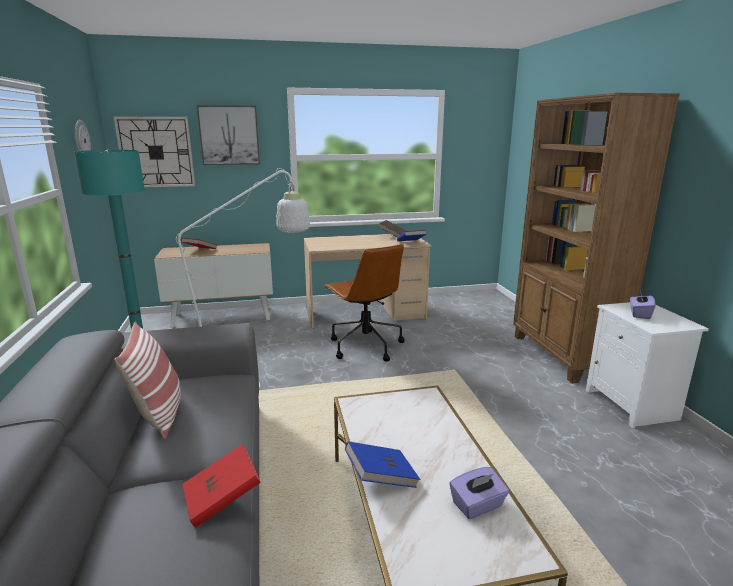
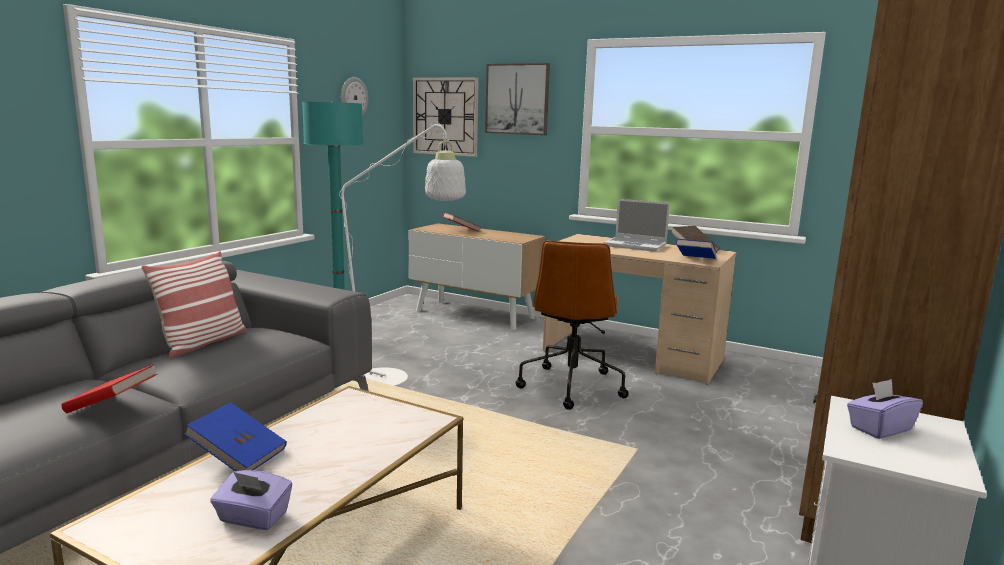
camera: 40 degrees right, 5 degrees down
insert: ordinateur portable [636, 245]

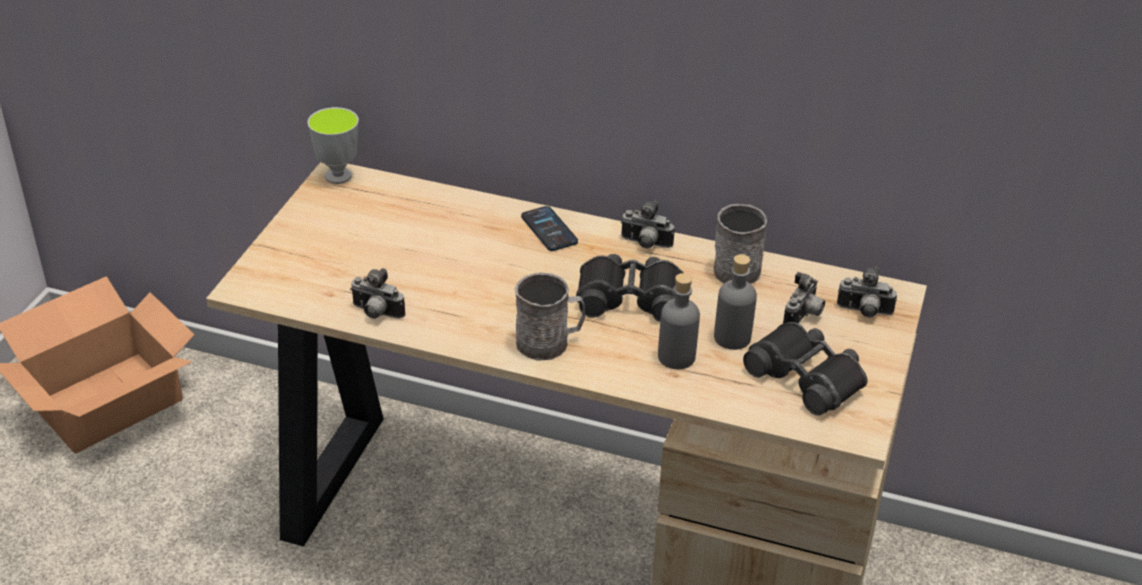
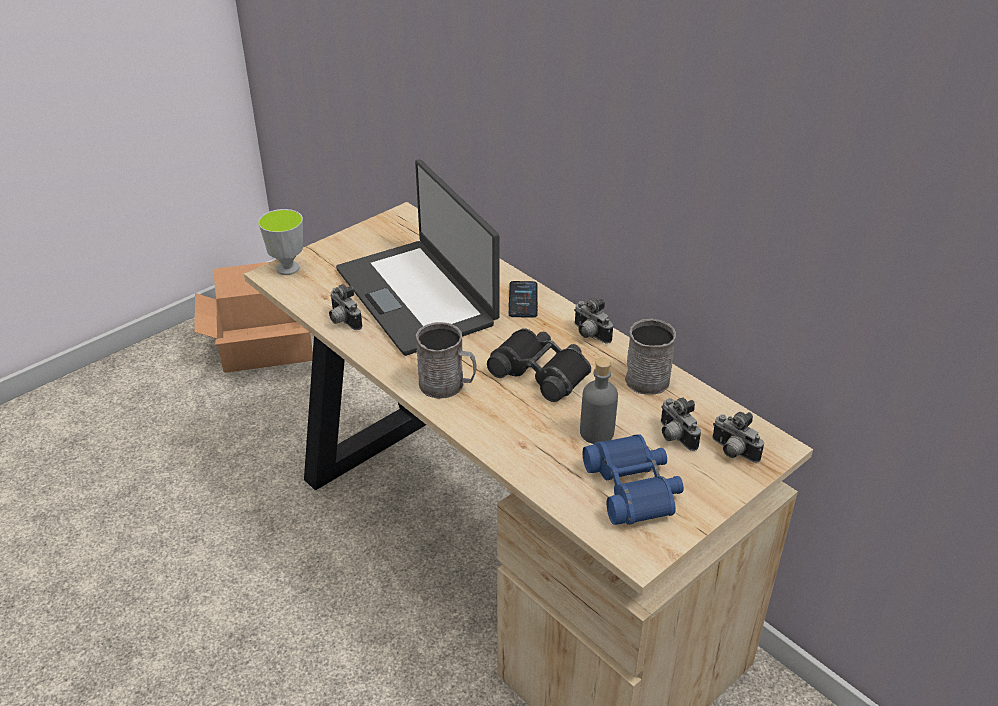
camera: 30 degrees right, 0 degrees up
delete: bouteille (gris) [676, 357]
insert: ordinateur portable [418, 296]
move: tasse [338, 176] to [287, 268]
recolor: jumelles (noir) [806, 377] to jumelles (bleu) [633, 488]
rotate: appareil photo [804, 316] = [674, 437] 90 degrees clockwise

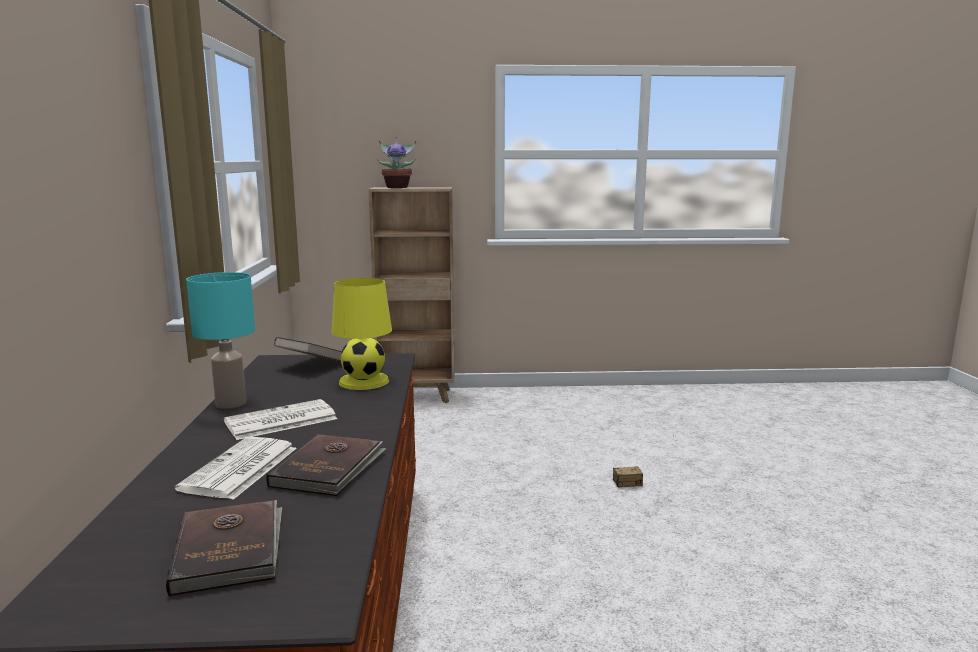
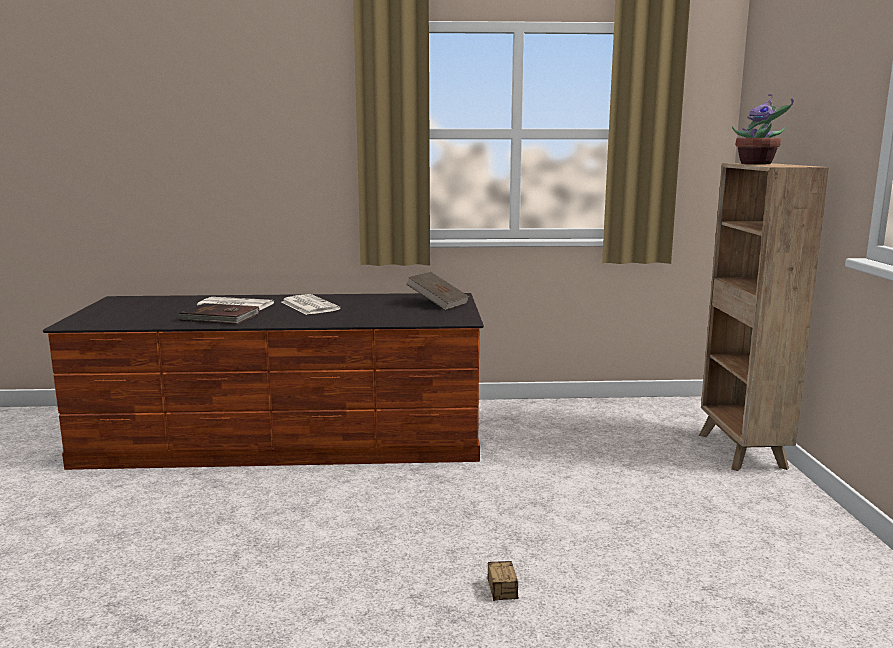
camera: 90 degrees right, 0 degrees up
delete: livre (marron) [230, 549]; lampe de table (turquoise) [231, 403]; lampe de table (jaune) [364, 381]

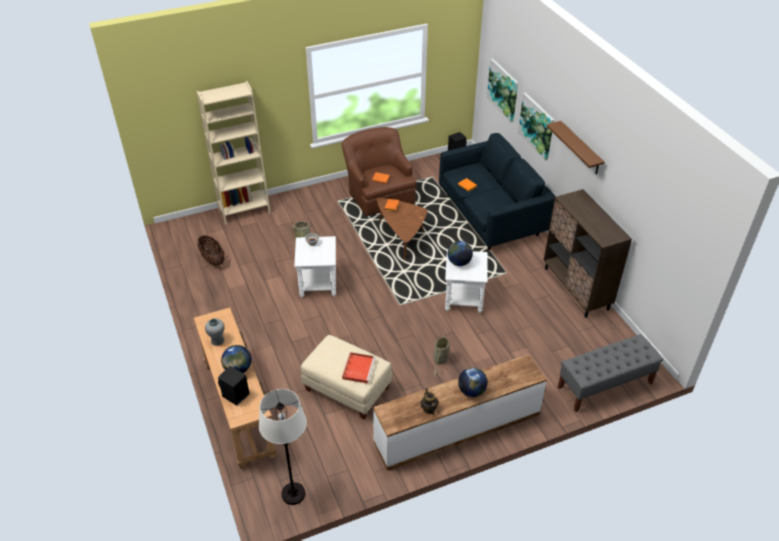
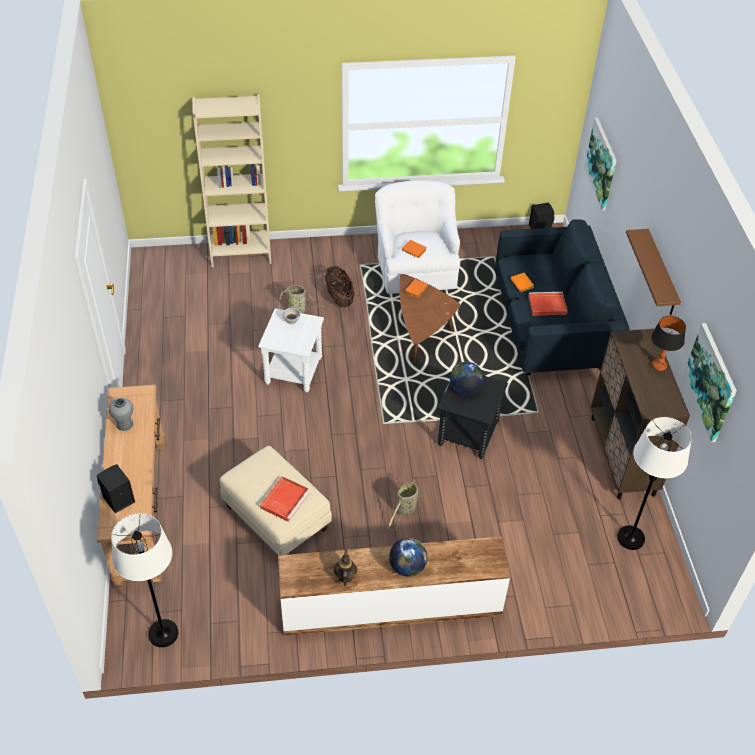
camera: 15 degrees right, 5 degrees up
delete: globe [238, 369]; banc (gris) [604, 385]
insert: plateau (rouge) [546, 305]; lampadaire (blanc) [630, 538]; lampe de table [658, 366]
move: panier [212, 259] to [339, 298]; tableau [537, 126] to [711, 382]
recolor: fauteuil (marron) [379, 194] to fauteuil (blanc) [416, 267]; table d'appoint (blanc) [463, 298] to table d'appoint (noir) [467, 433]

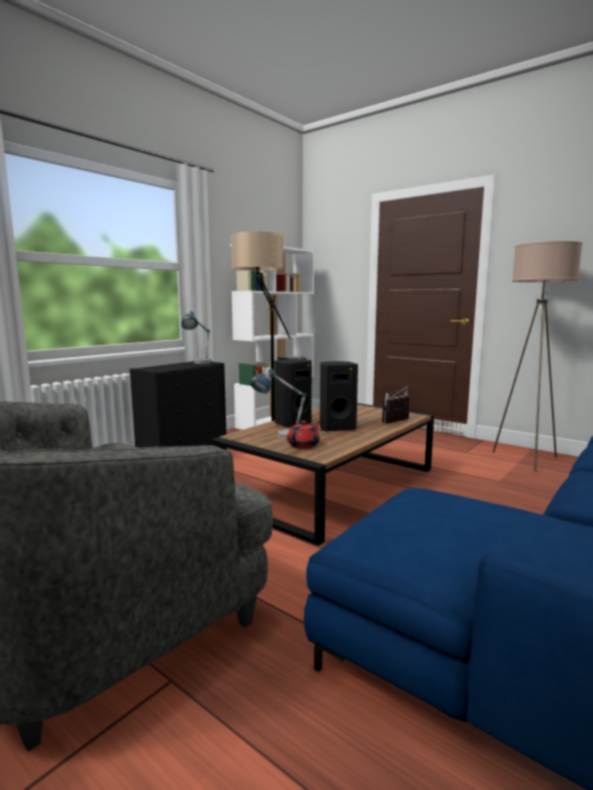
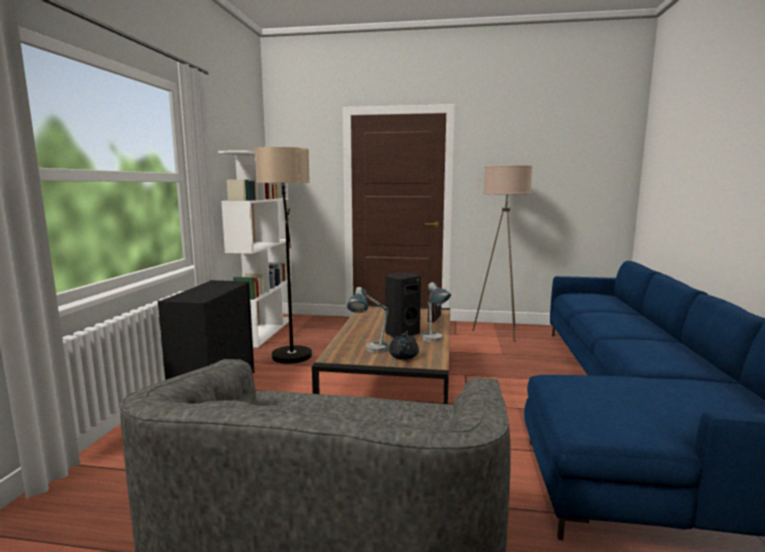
camera: 30 degrees left, 0 degrees up
delete: enceinte (noir) [292, 423]
move: lampe de table [198, 363] to [435, 341]
recolor: théière (rouge) [304, 445] to théière (noir) [404, 355]

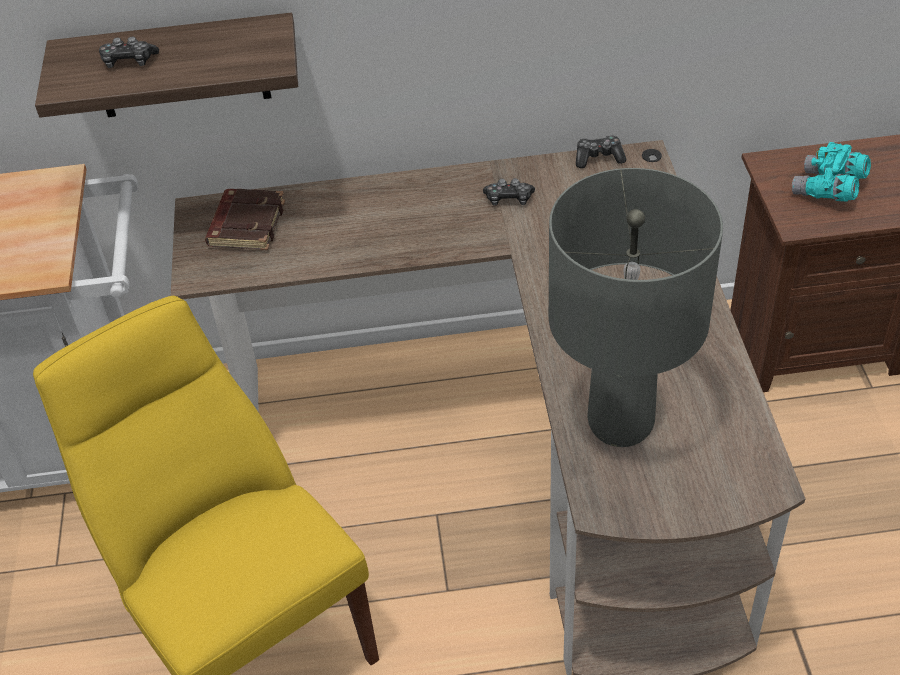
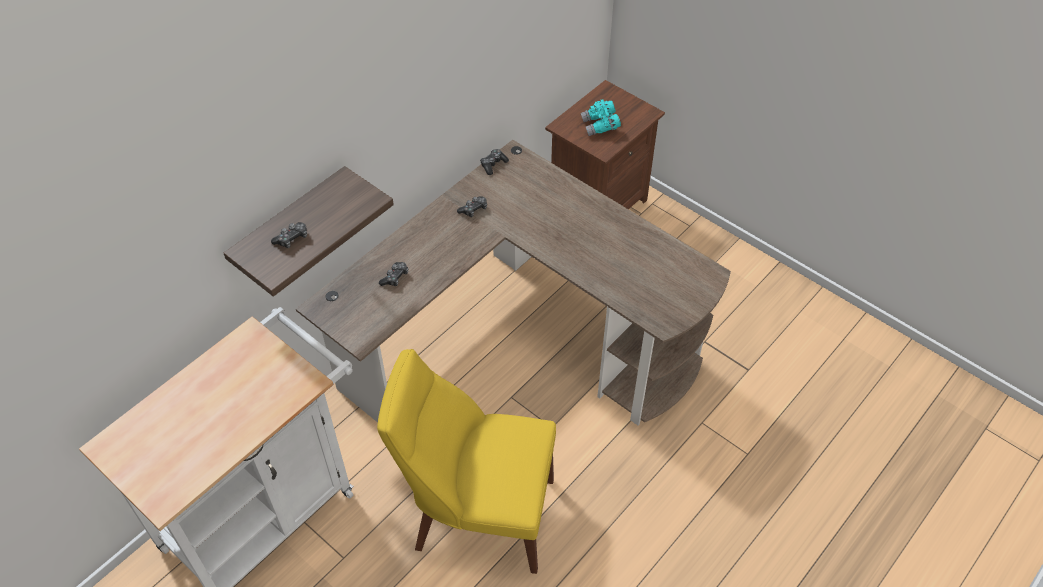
camera: 45 degrees left, 5 degrees up
delete: livre (marron) [246, 224]; lampe de table (gris) [621, 424]
insert: manette [395, 277]

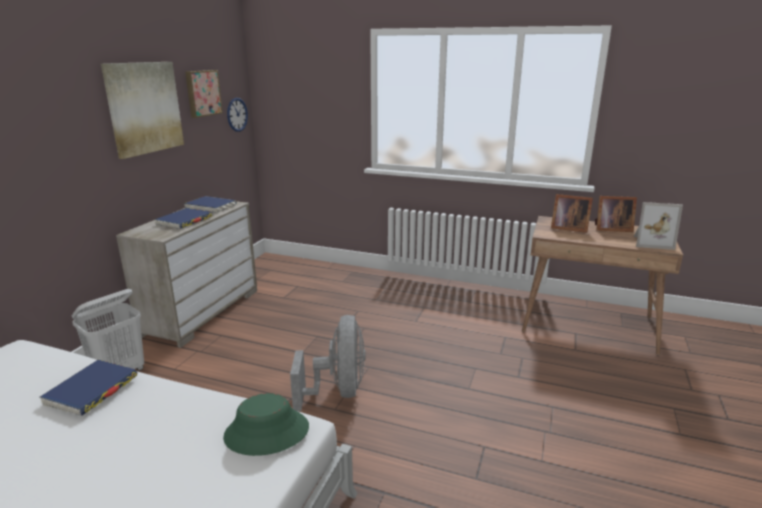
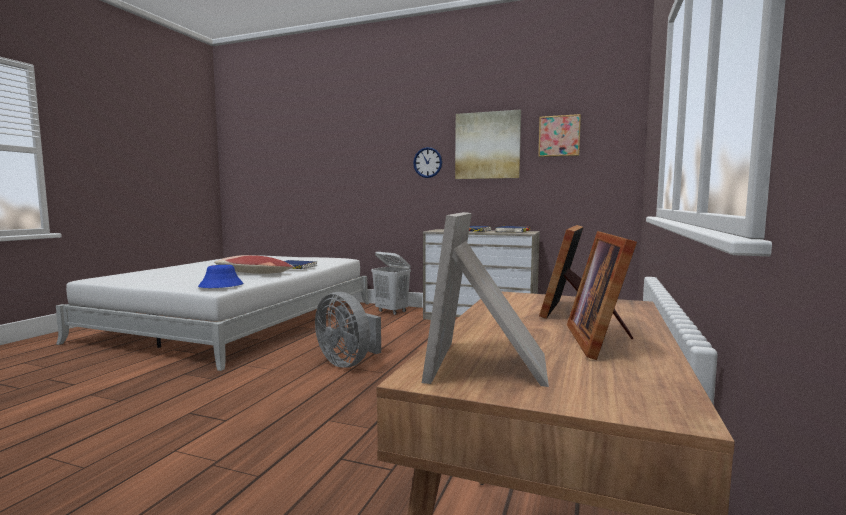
camera: 90 degrees right, 15 degrees down
insert: coussin [254, 273]
move: horloge murale [237, 114] to [427, 162]
recolor: chapeau (vert) [266, 432] to chapeau (bleu) [221, 286]
rotate: ventilateur (gris) [338, 391] = [348, 363] 45 degrees clockwise

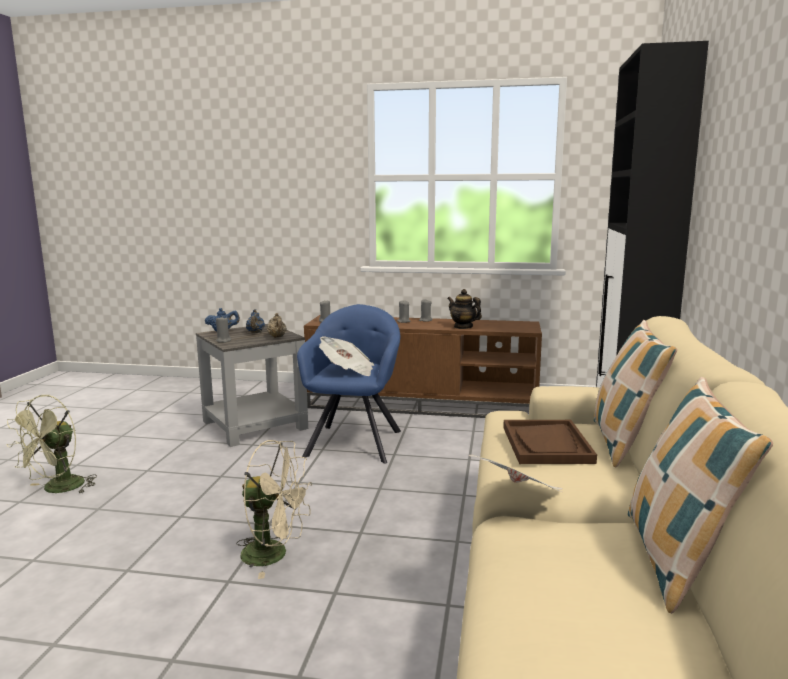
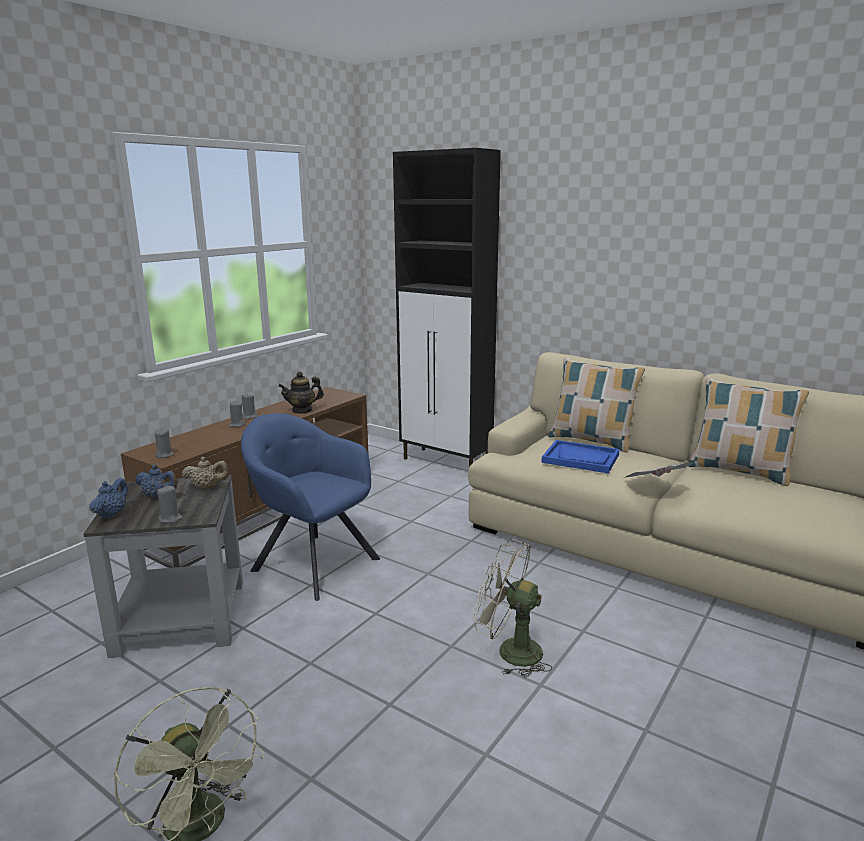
camera: 65 degrees left, 5 degrees up
delete: journal [348, 371]
recolor: plateau (marron) [547, 444] to plateau (bleu) [581, 458]
rotate: ventilateur (beige) [274, 555] = [510, 651] 105 degrees counterclockwise

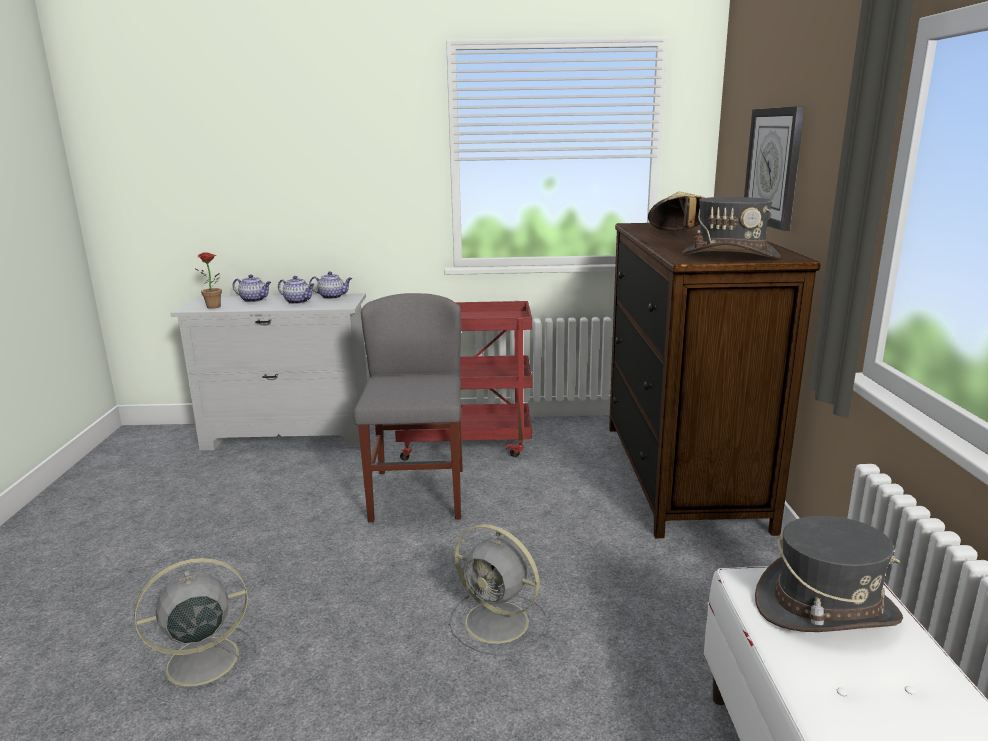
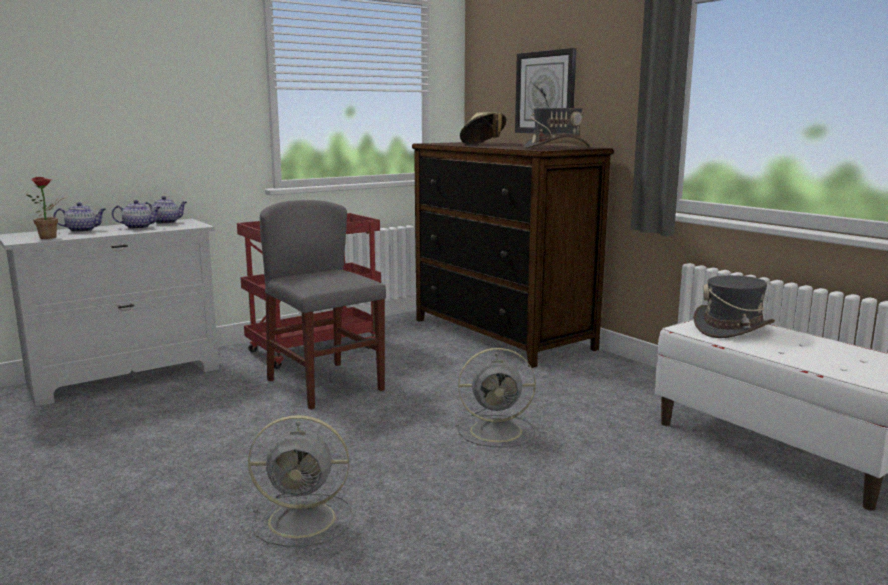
camera: 35 degrees left, 5 degrees down
rotate: ventilateur (gris) [199, 662] = [305, 519] 120 degrees counterclockwise

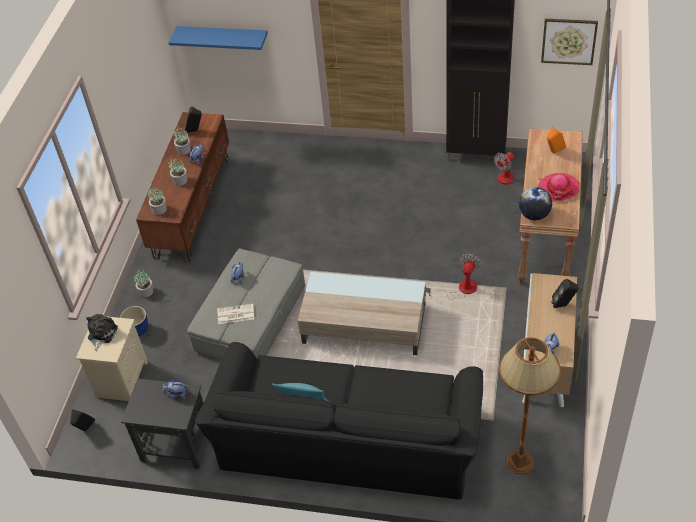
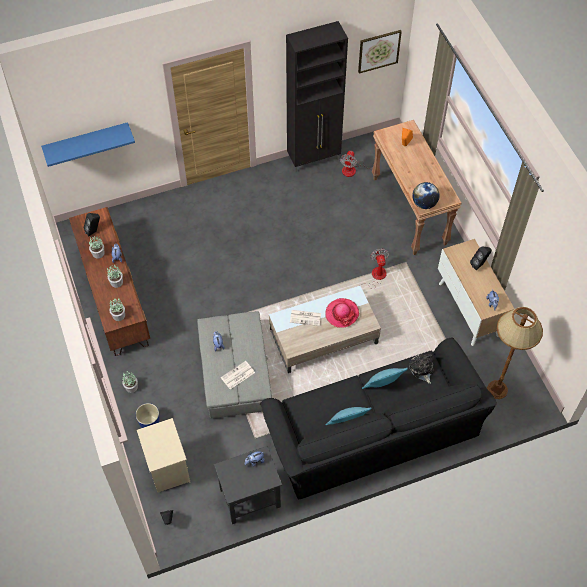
camera: 35 degrees left, 10 degrees up
insert: journal [306, 317]; coussin (turquoise) [382, 386]
move: peluche [101, 334] to [422, 369]; chapeau [558, 188] to [342, 313]

